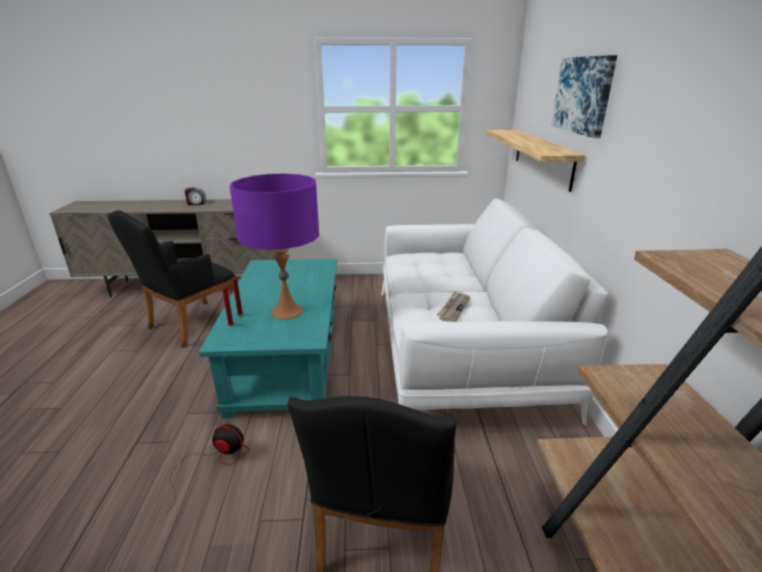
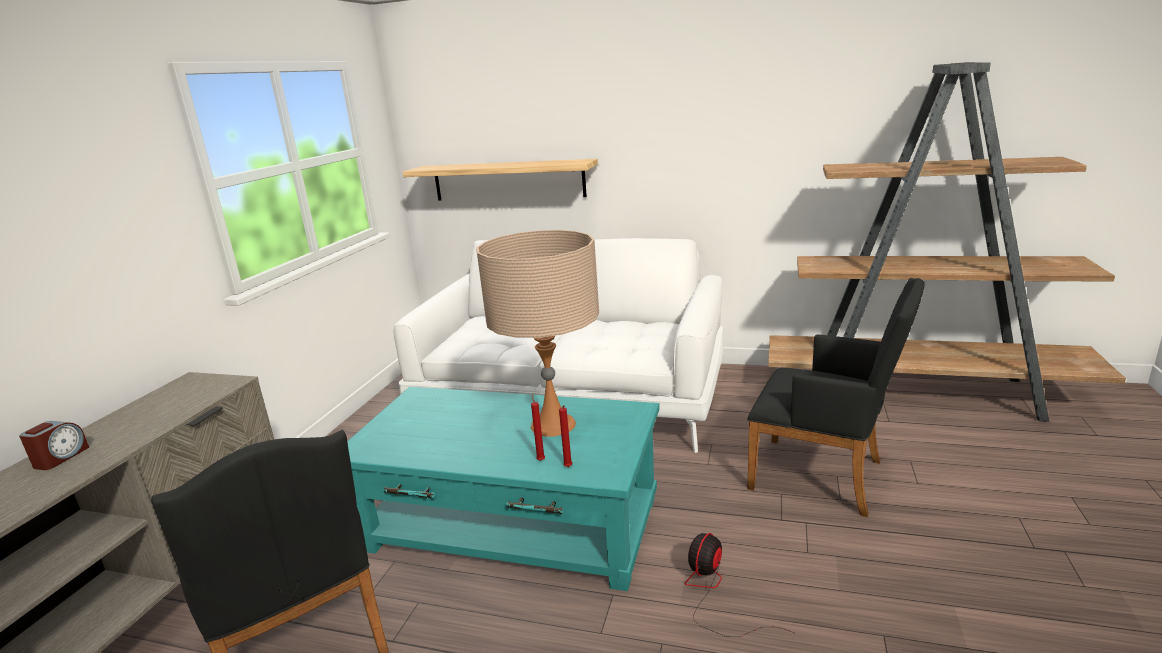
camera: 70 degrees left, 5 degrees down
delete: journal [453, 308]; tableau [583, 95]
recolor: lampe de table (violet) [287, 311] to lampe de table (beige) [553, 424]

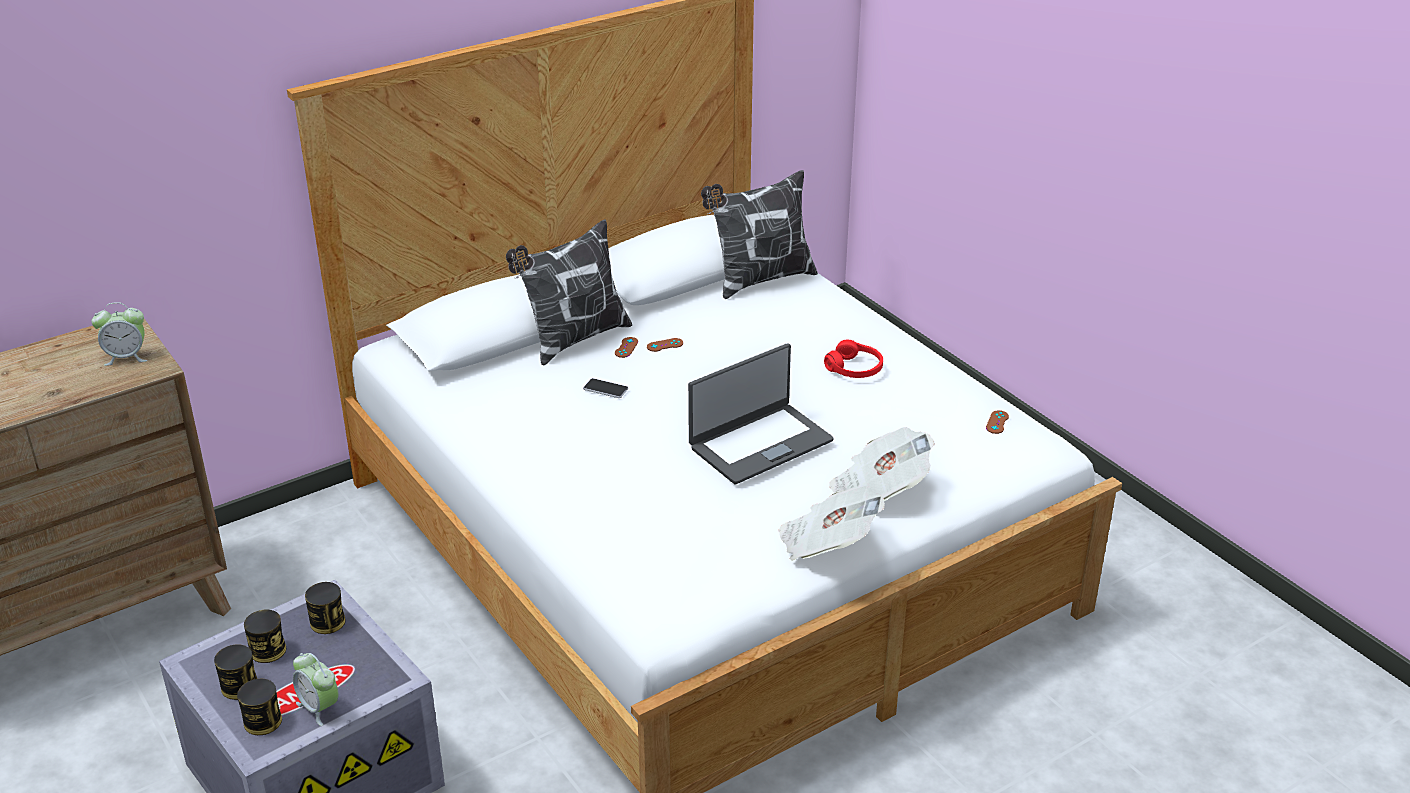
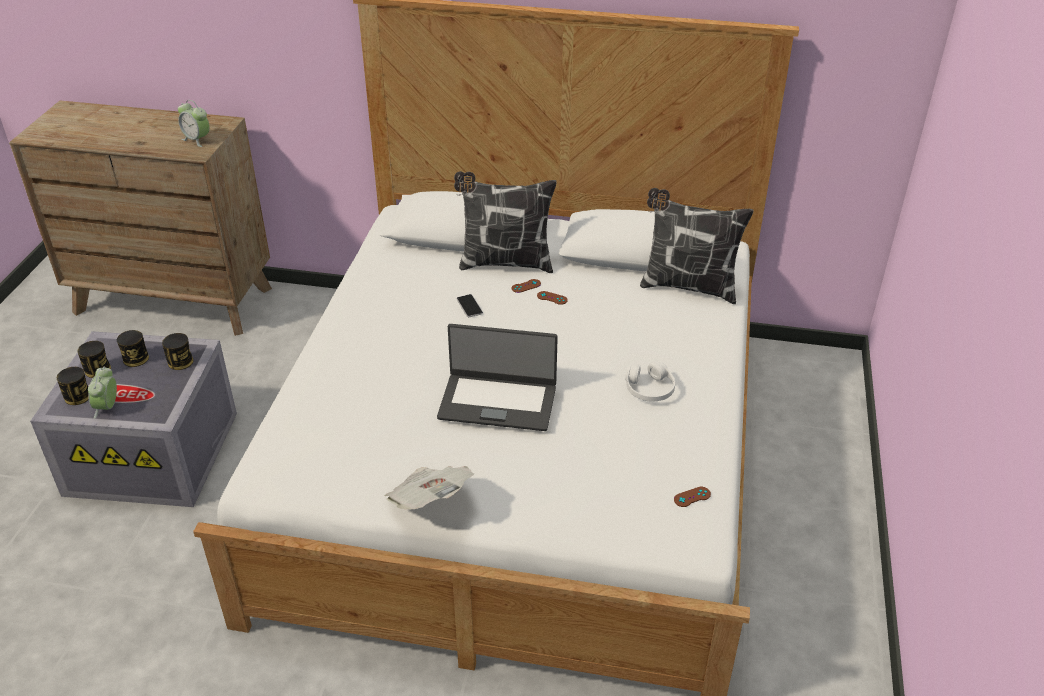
camera: 45 degrees right, 5 degrees up
delete: journal [879, 489]
recolor: casque audio (rouge) [854, 368] to casque audio (blanc) [649, 389]

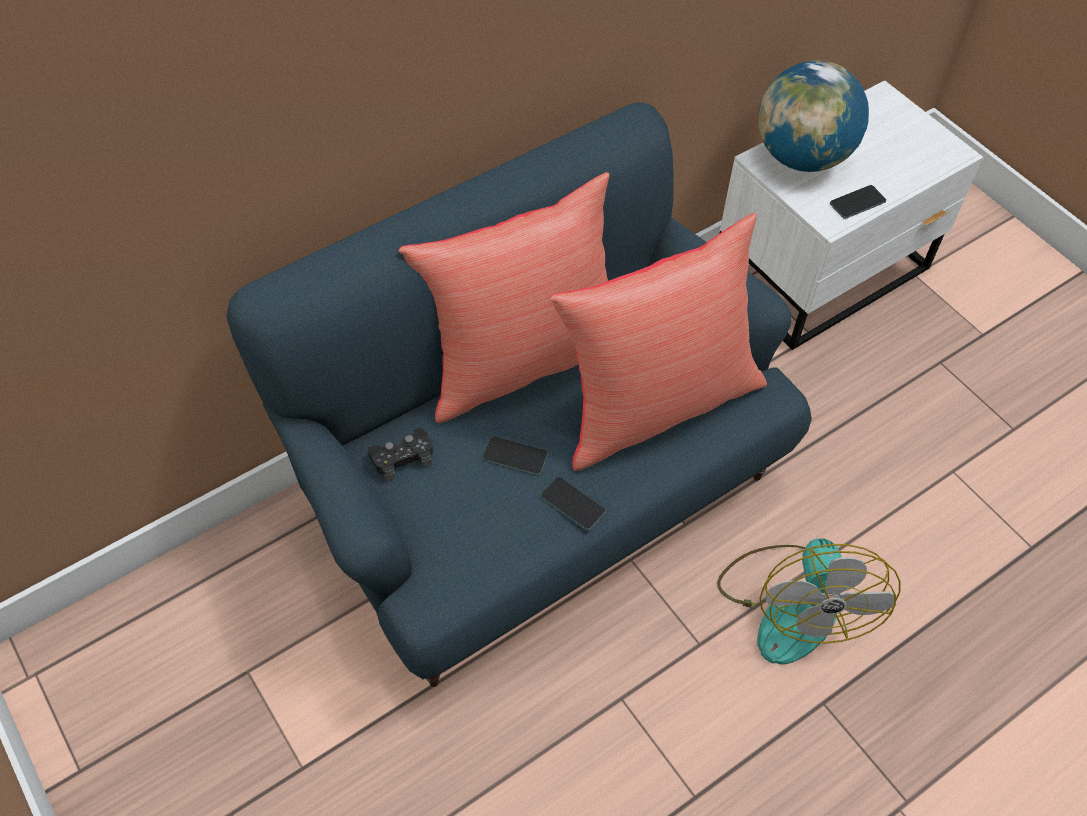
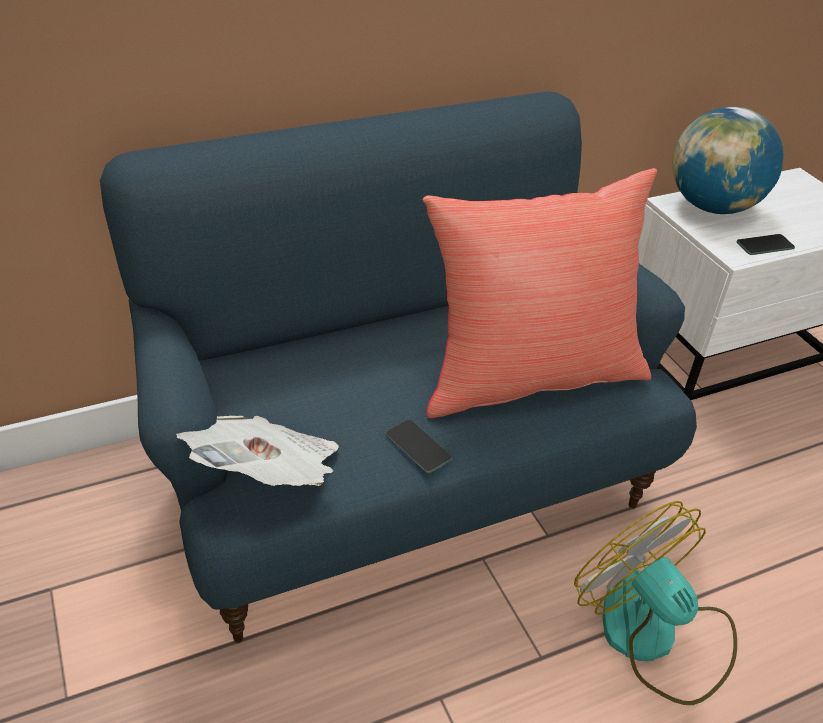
camera: 10 degrees right, 15 degrees down
delete: manette (noir) [402, 457]; coussin (rouge) [523, 360]; téléphone [515, 456]
insert: journal [268, 476]
rotate: ventilateur [792, 604] = [654, 636] 135 degrees clockwise

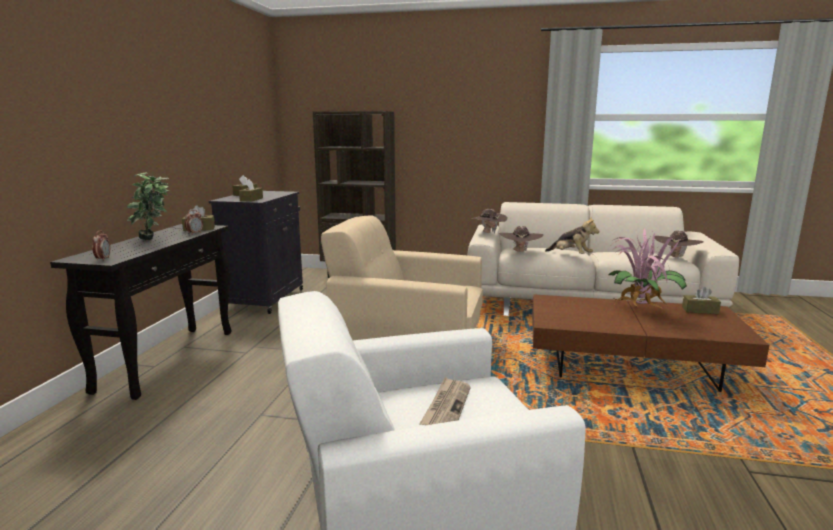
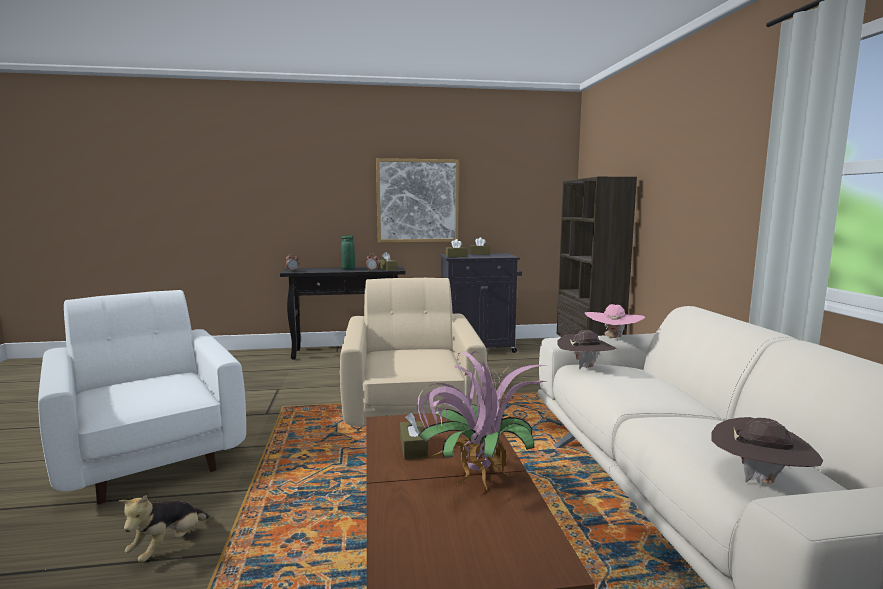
camera: 70 degrees right, 5 degrees down
delete: journal [446, 407]
insert: tableau [417, 201]
move: peluche [571, 255] to [168, 546]; boîte à mouchoirs (marron) [700, 310] to [413, 448]
replace: plante en pot [154, 239] to vase (vert) [348, 269]
recolor: chapeau (marron) [488, 233] to chapeau (rose) [613, 338]

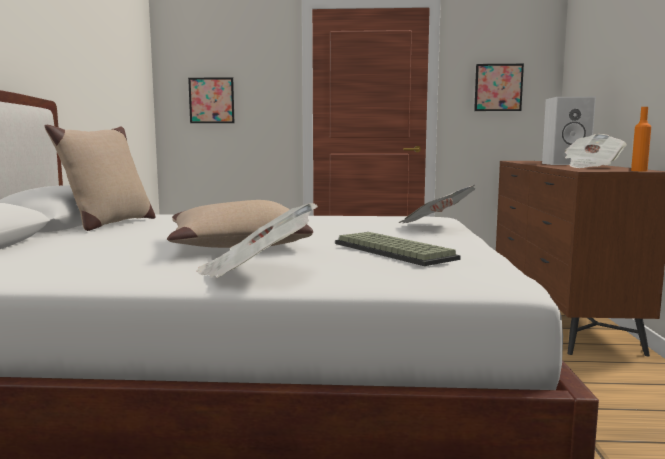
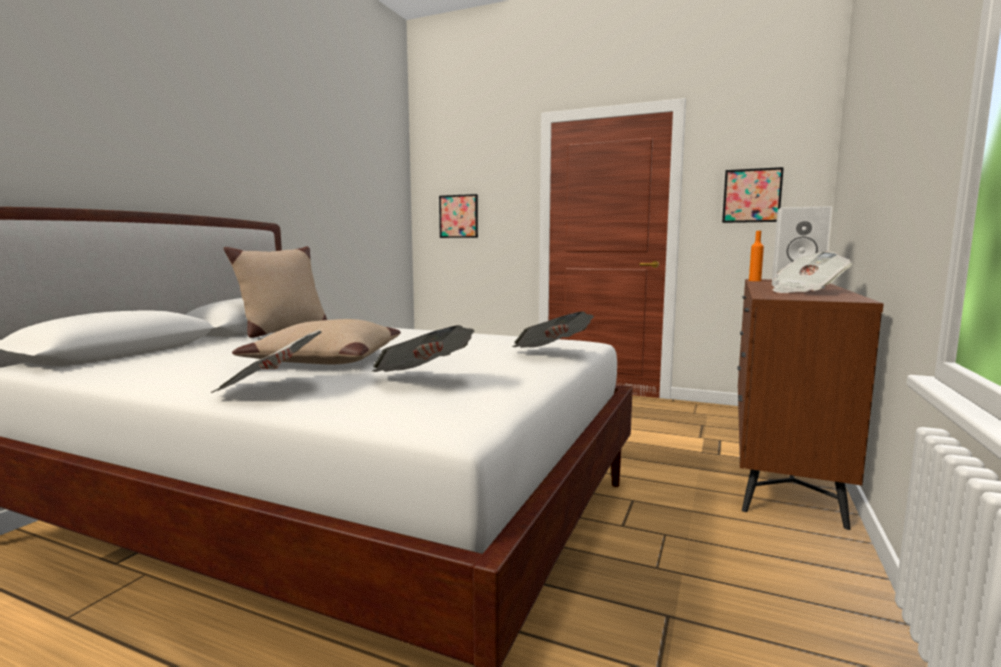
camera: 20 degrees right, 0 degrees up
move: bouteille (orange) [639, 171] to [755, 280]
replace: clavier [390, 251] to journal [423, 379]

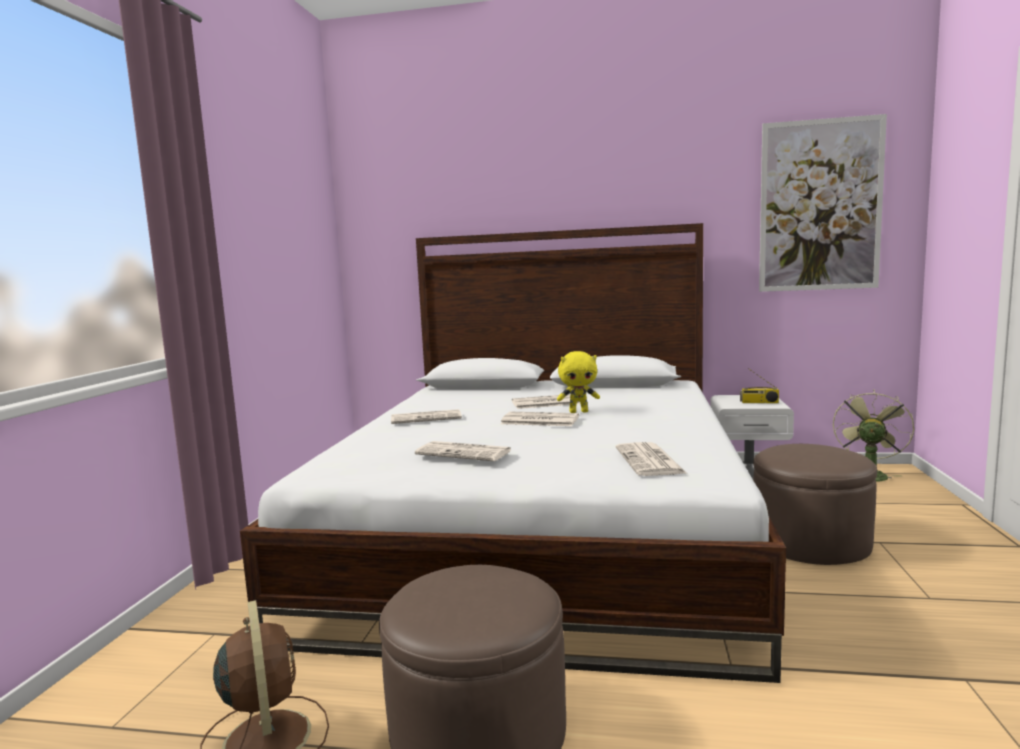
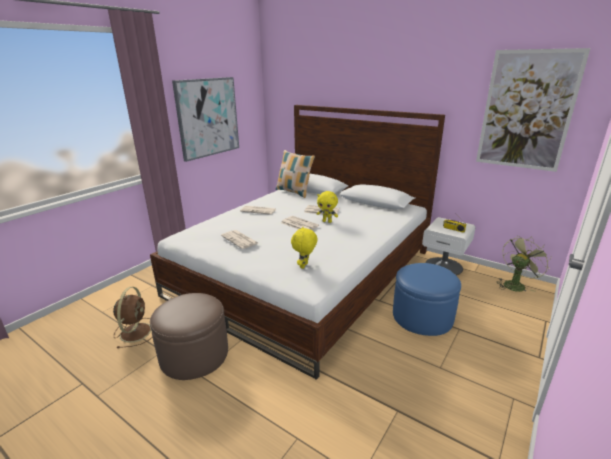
camera: 25 degrees right, 15 degrees up
insert: tableau [208, 117]; coussin [294, 192]
replace: journal [650, 461] to peluche (jaune) [304, 266]
recolor: pouf (marron) [810, 541] to pouf (bleu) [422, 316]

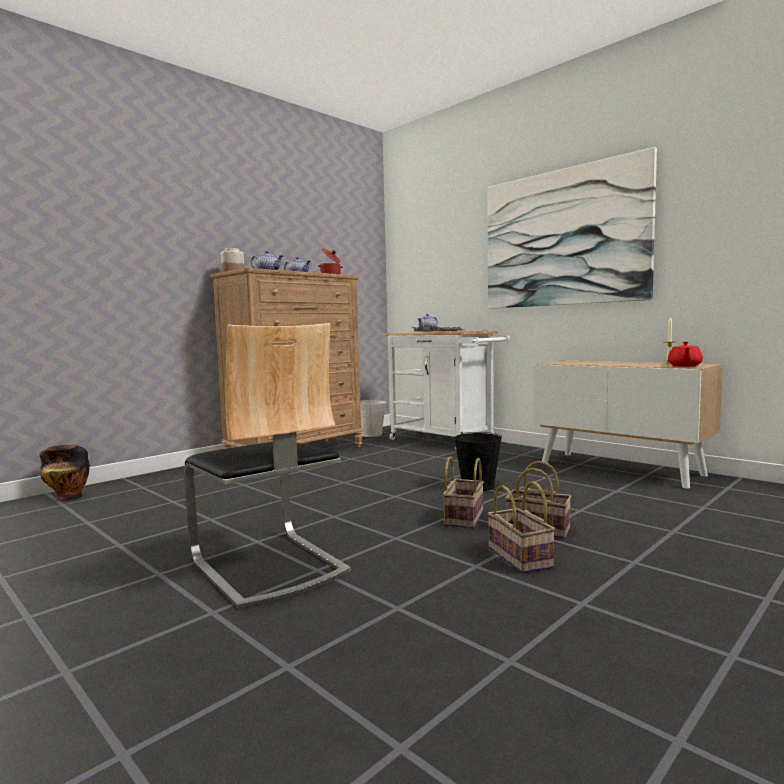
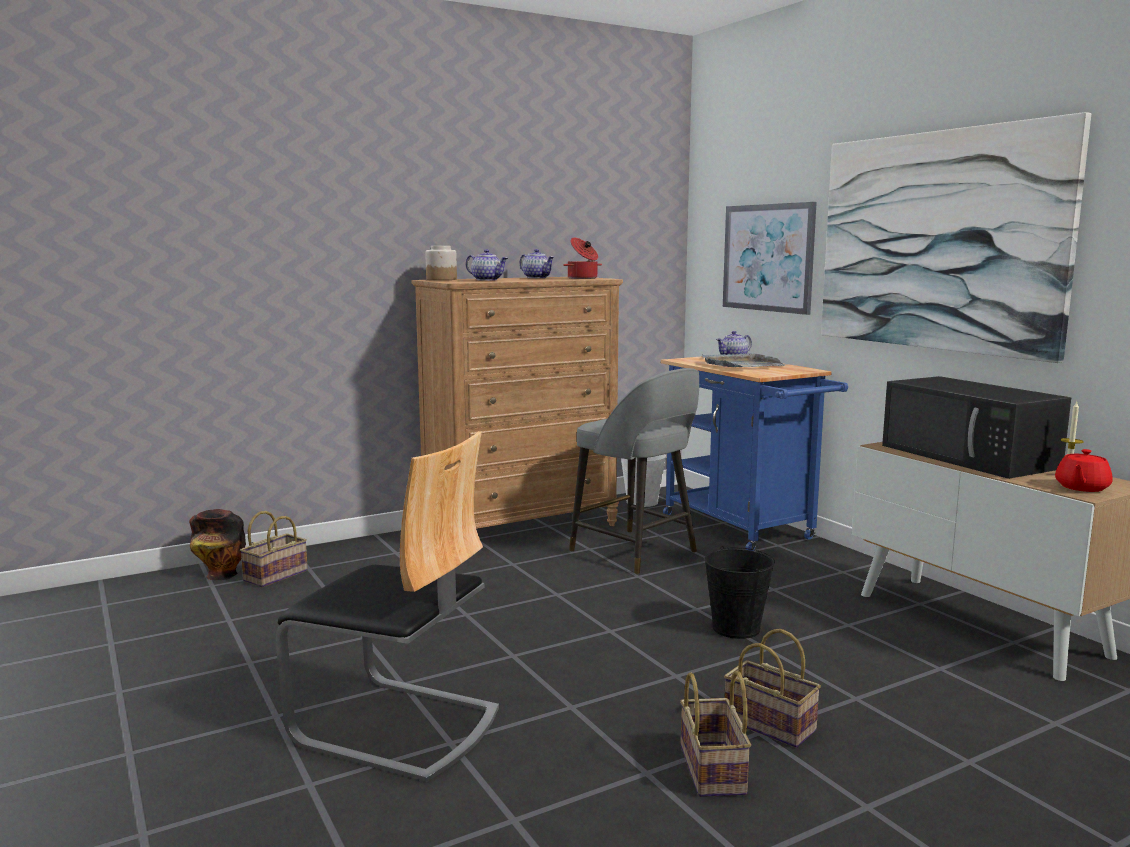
camera: 15 degrees right, 5 degrees up
insert: tabouret (gris) [636, 552]; tableau [768, 257]; micro-ondes (noir) [970, 457]
move: panier [463, 517] to [276, 575]
recolor: chariot (blanc) [446, 441] to chariot (bleu) [743, 529]
rotate: chaise [267, 566] = [396, 726] 45 degrees counterclockwise

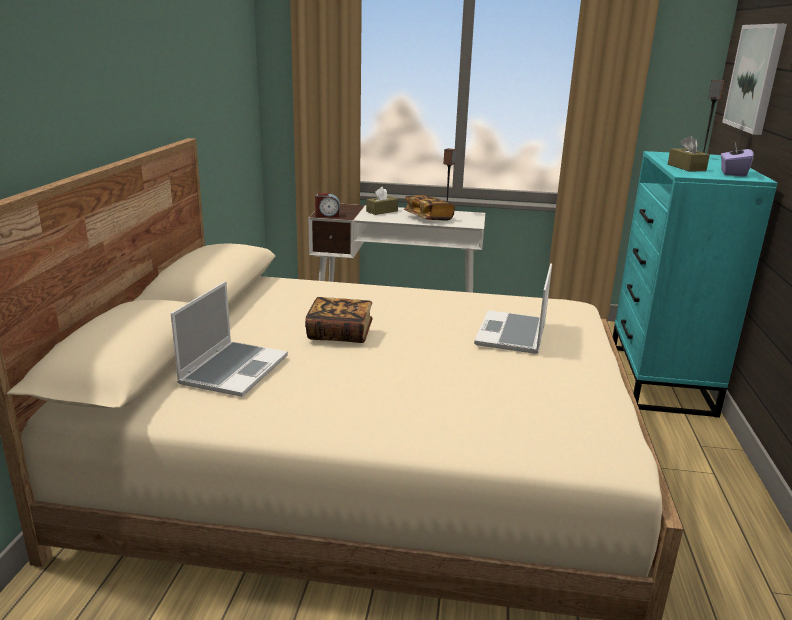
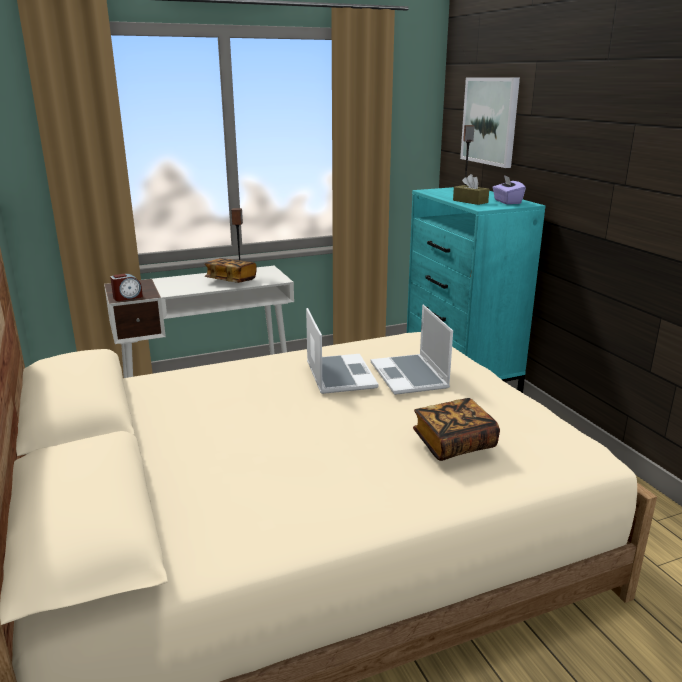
camera: 30 degrees left, 0 degrees up
delete: boîte à mouchoirs (marron) [382, 211]
move: ordinateur portable [234, 370] to [339, 375]; livre [340, 334] to [454, 444]

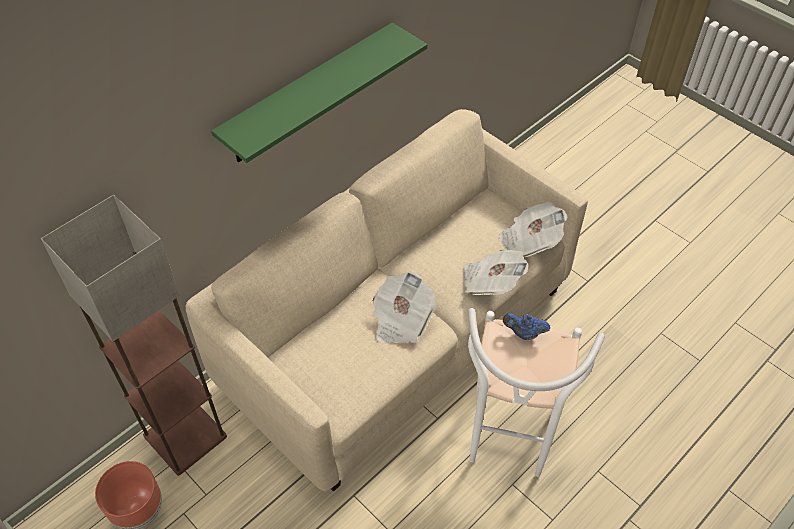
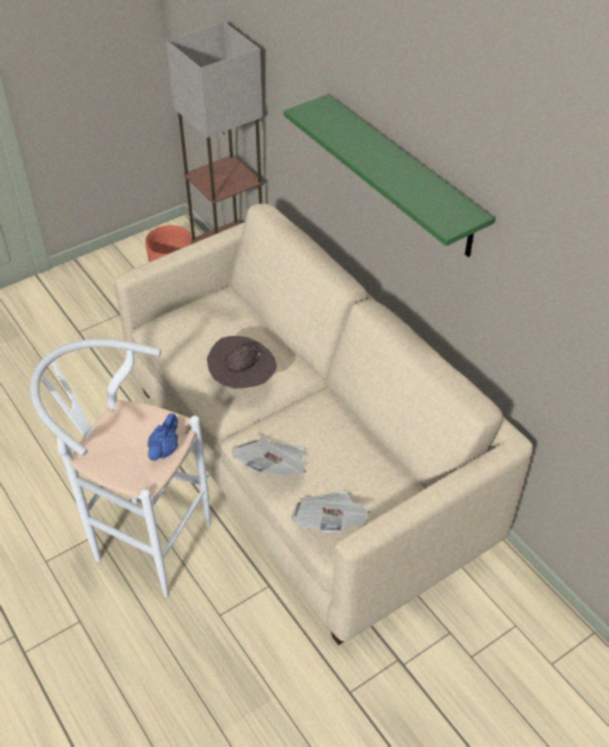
camera: 100 degrees right, 5 degrees down
replace: journal [401, 320] to chapeau (marron) [243, 382]

